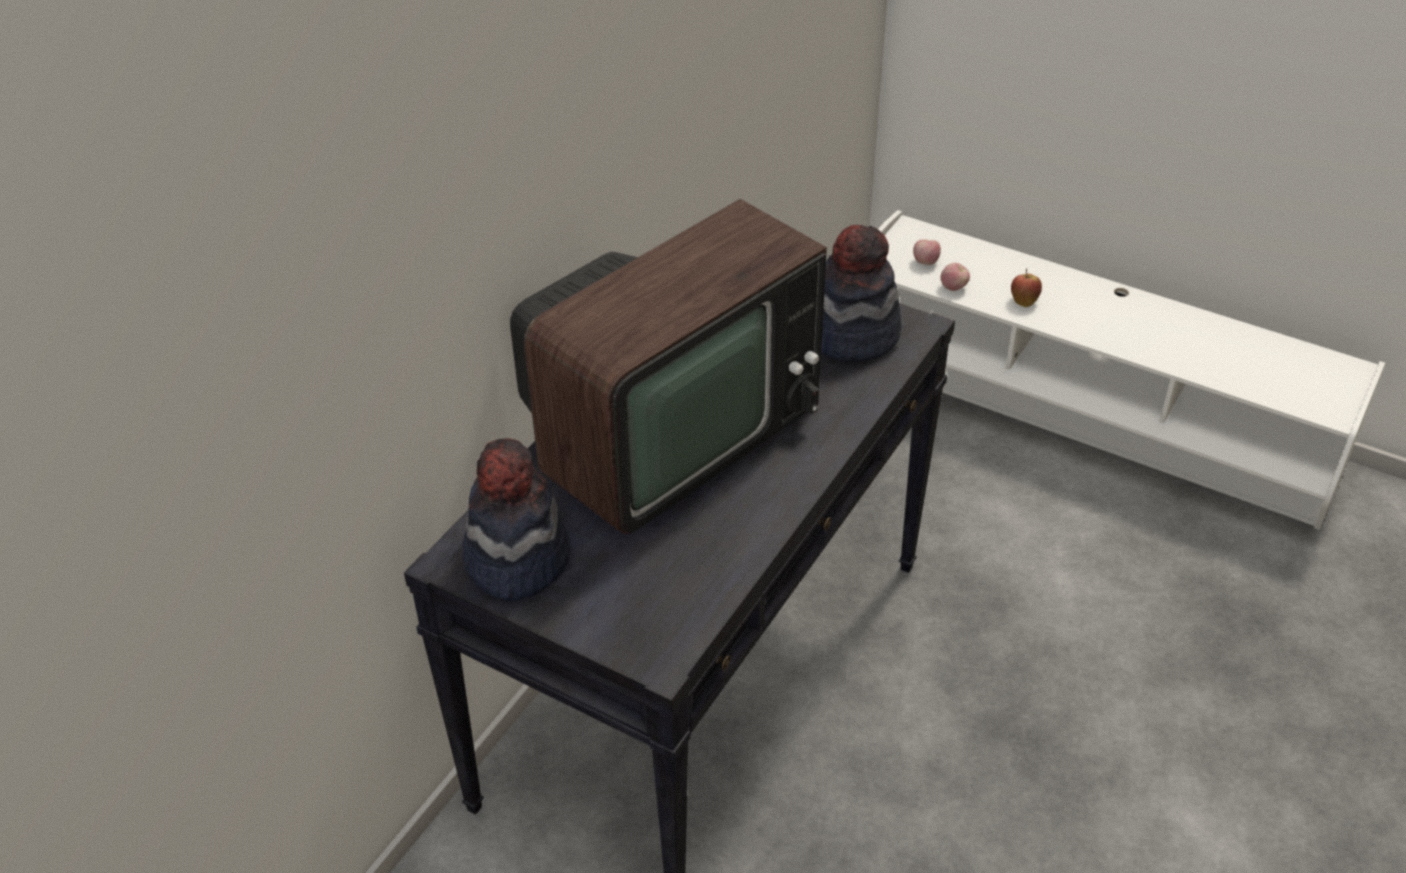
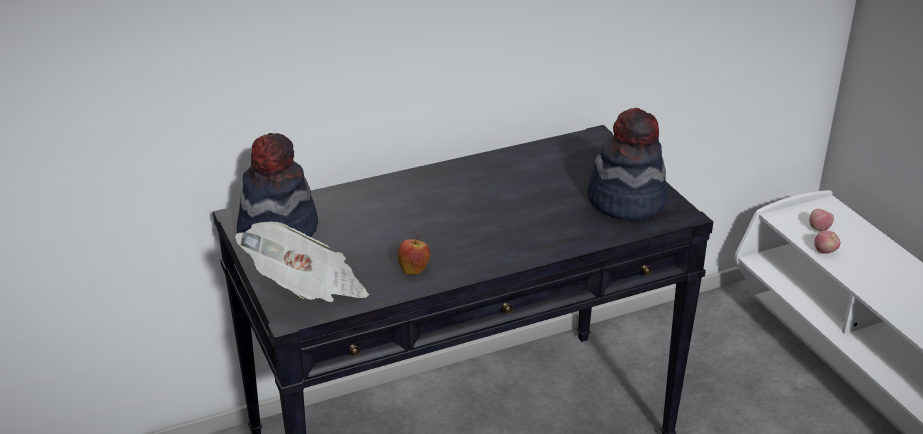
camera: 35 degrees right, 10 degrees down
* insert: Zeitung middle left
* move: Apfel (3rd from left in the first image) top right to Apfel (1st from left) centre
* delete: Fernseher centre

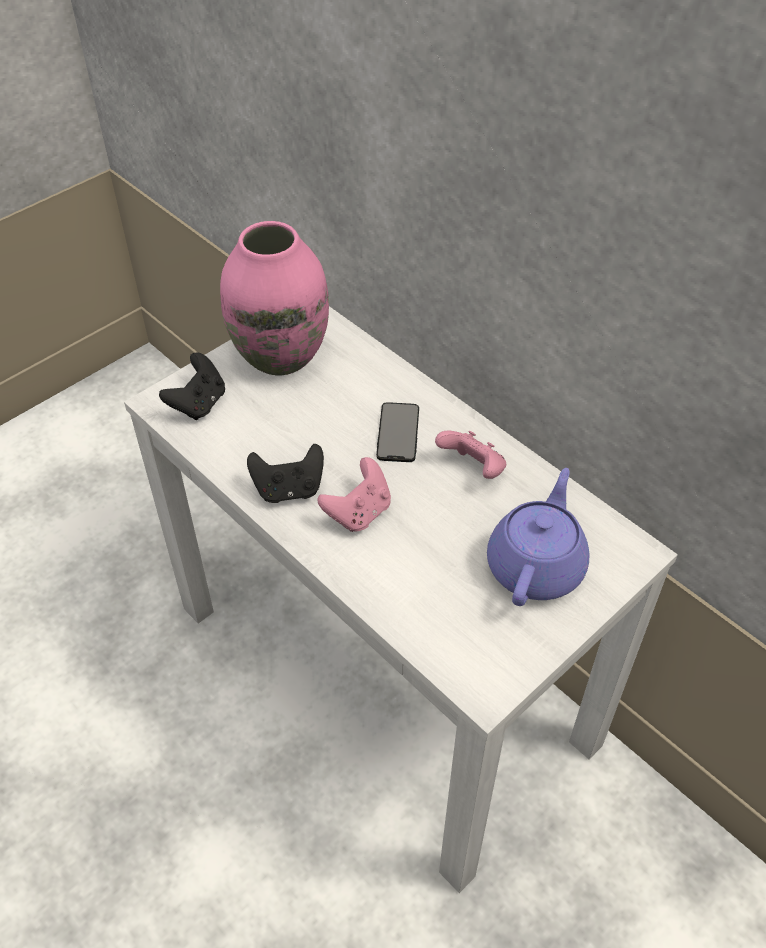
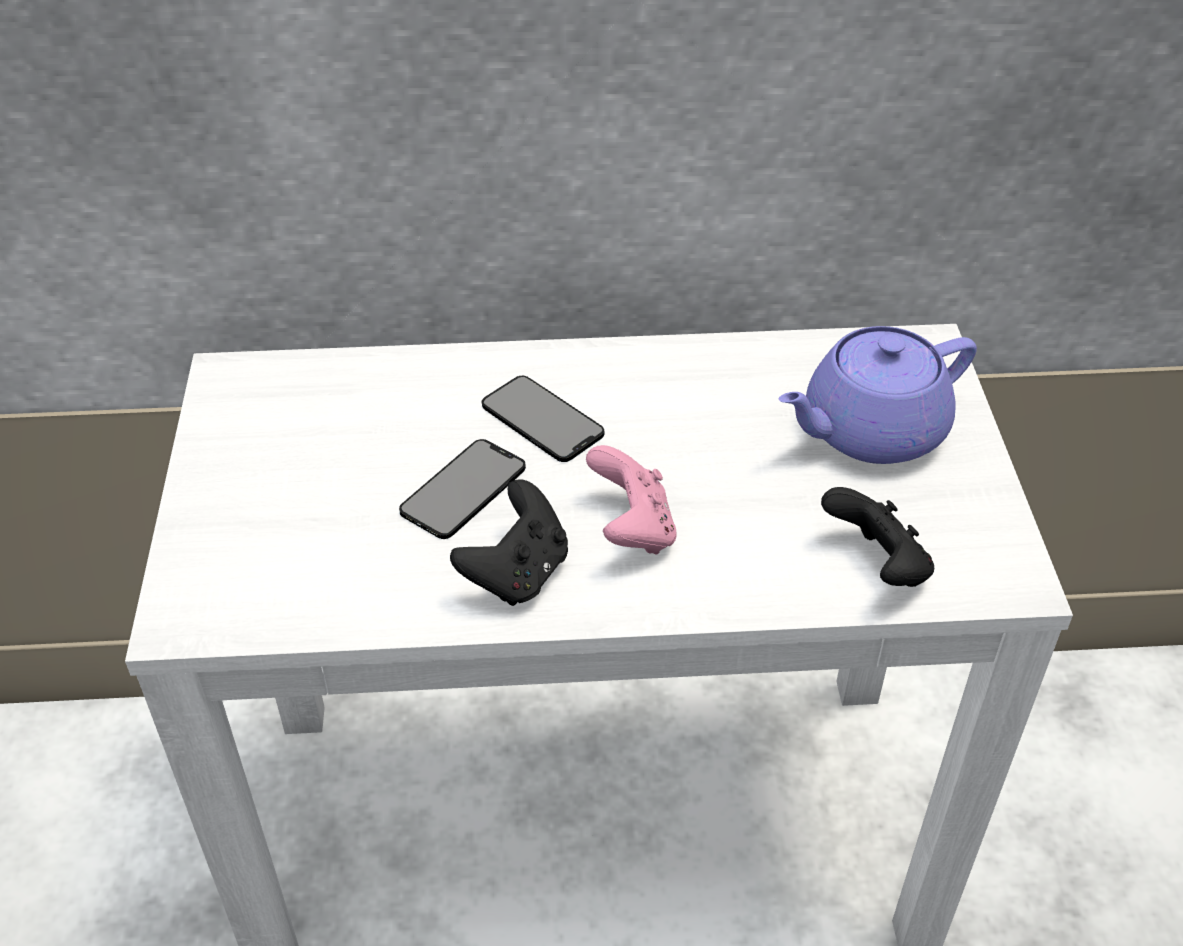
camera: 50 degrees left, 5 degrees down
* insert: Handy (1st from left) centre
* rotate: Teekanne (lila) middle right = middle right 90 degrees counterclockwise
* move: Gamepad (schwarz) (1st from left in the first image) middle left to Gamepad (schwarz) (2nd from left) middle right
* delete: Vase (rosa) top centre
* delete: Gamepad (rosa) (2nd from left) centre

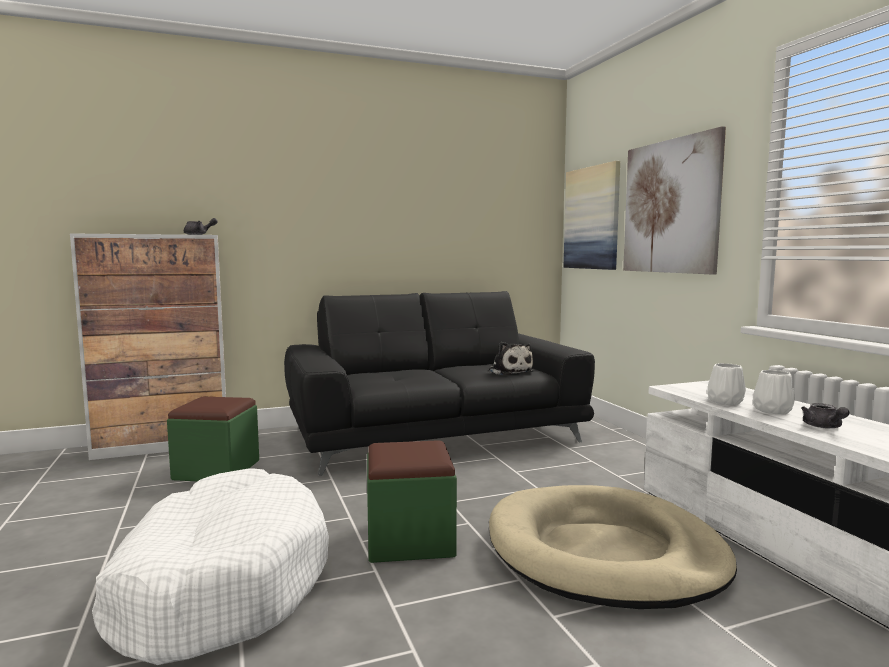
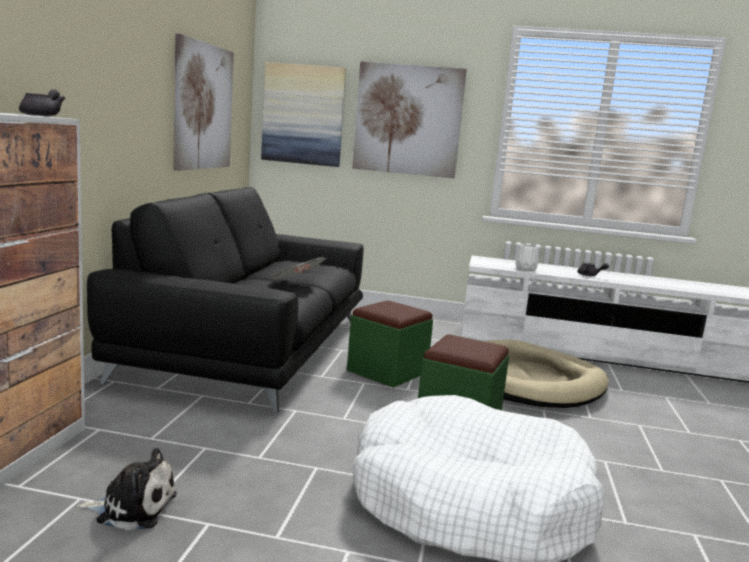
camera: 60 degrees left, 5 degrees up
* move: Plüschtier centre to bottom left
* insert: Bild (1st from left) top left
* insert: Zeitung centre
* move: Polsterhocker (grün) (1st from left) middle left to centre
* delete: Vase (weiß) (2nd from left) middle right

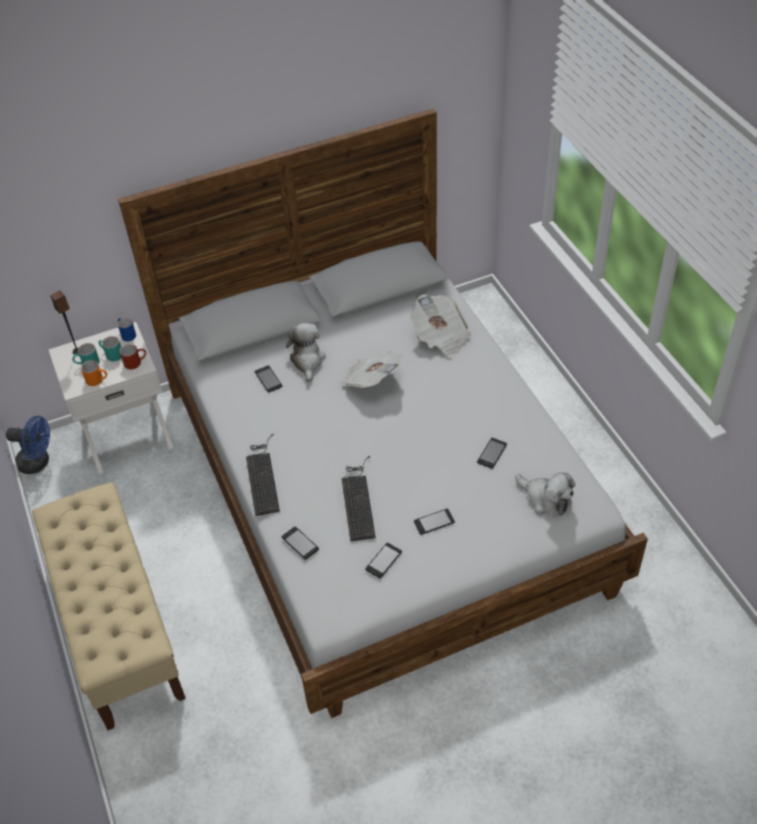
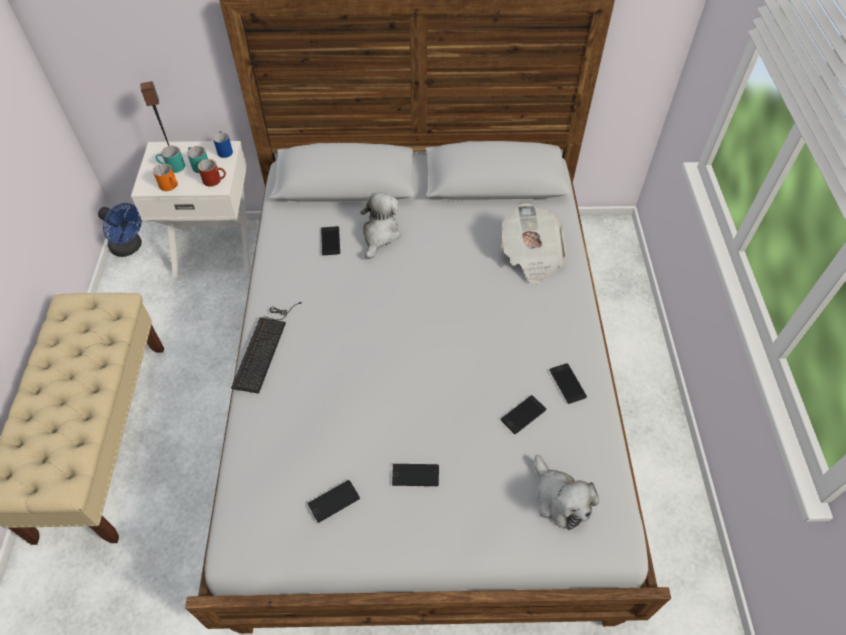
camera: 20 degrees right, 5 degrees up
* move: Handy (2nd from left in the first image) centre to Handy (5th from left) middle right
* delete: Zeitung (1st from left) centre
* delete: Tastatur (2nd from left) centre

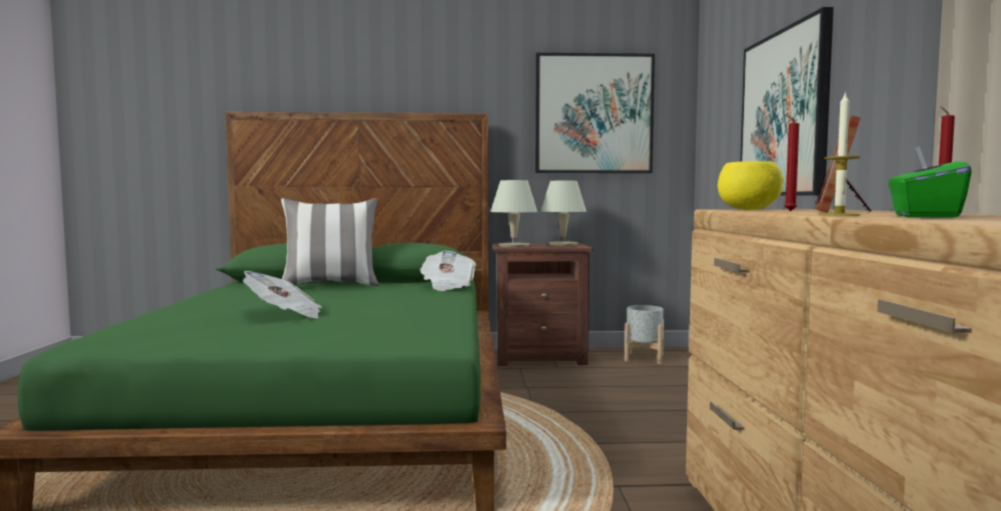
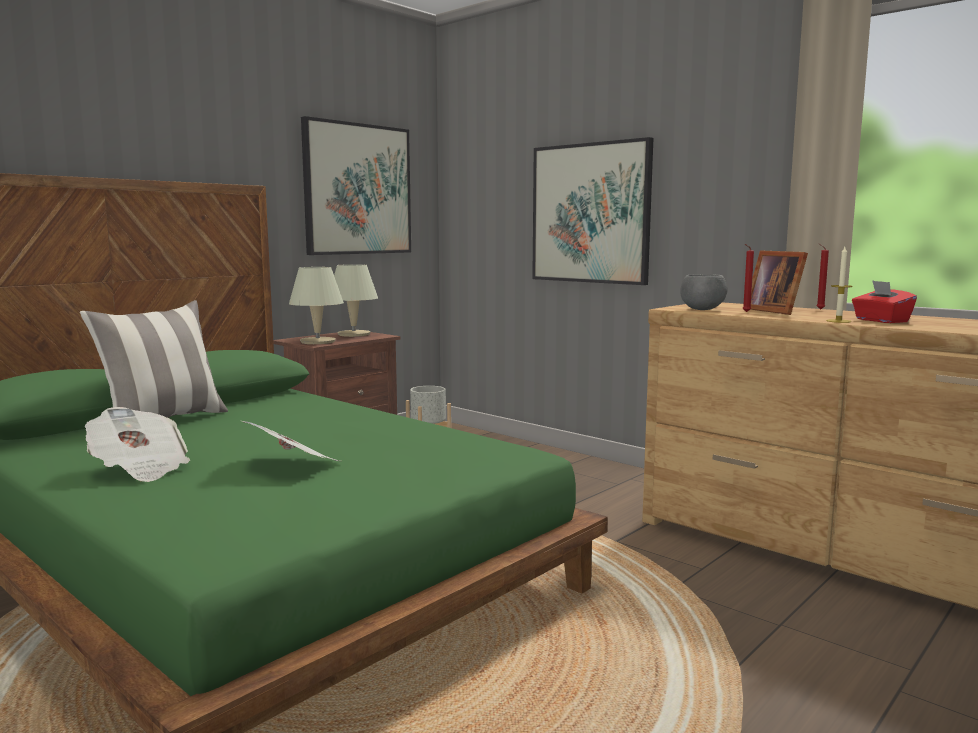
camera: 45 degrees left, 5 degrees up
* move: Zeitung (2nd from left in the first image) centre to Zeitung (1st from left) middle left
* recolor: Schüssel (gelb) middle right to Schüssel (grau) middle right
* recolor: Taschentuchbox (grün) middle right to Taschentuchbox (rot) middle right

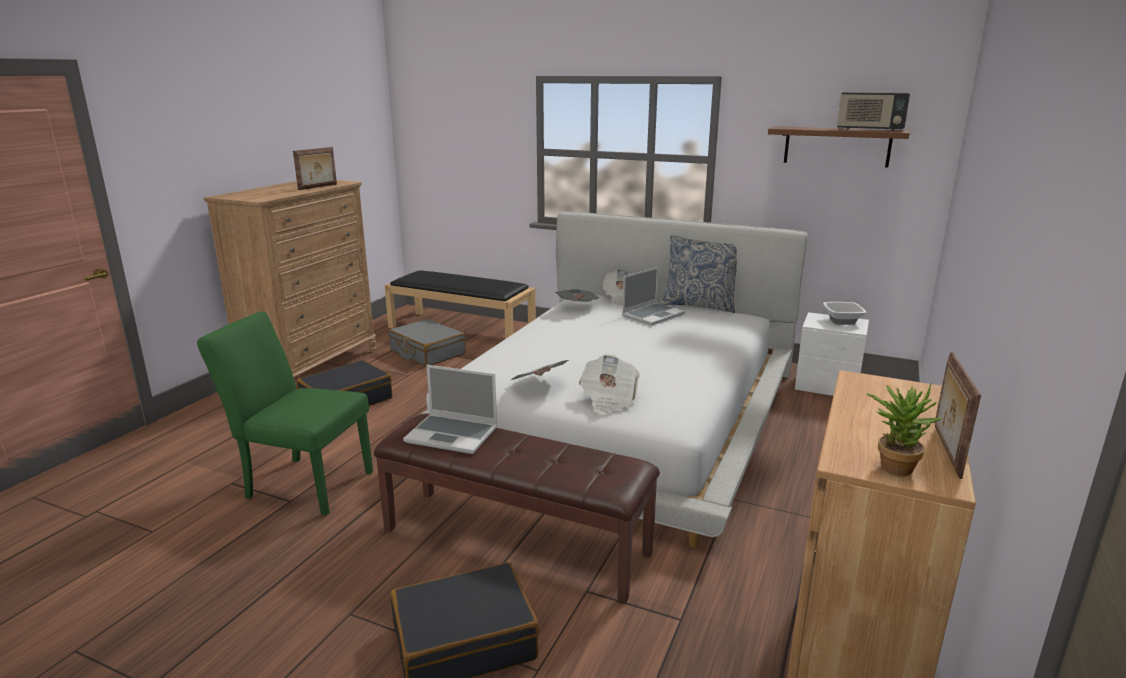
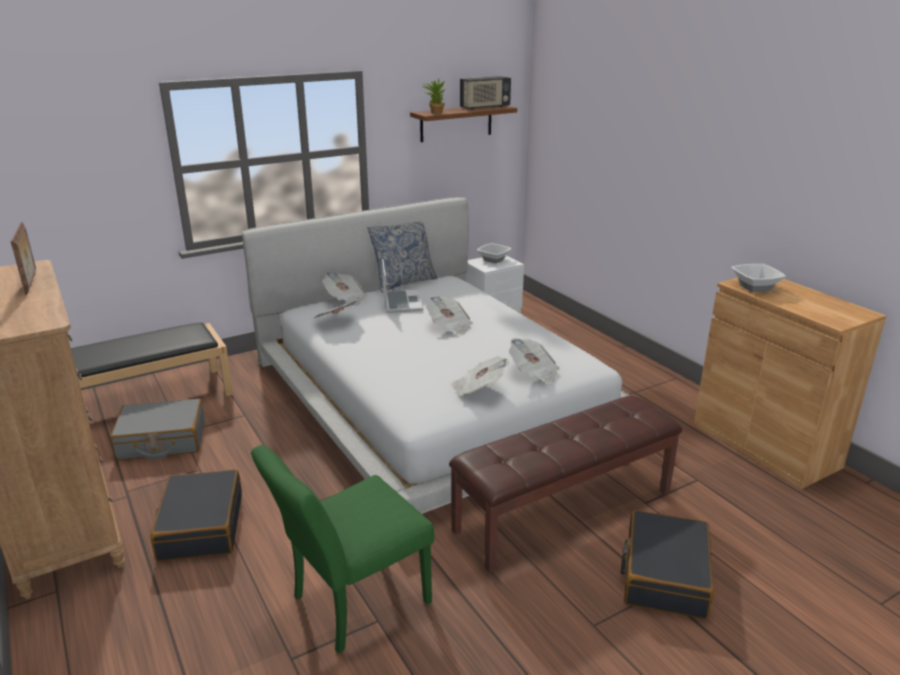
camera: 55 degrees left, 5 degrees up
* move: Topfpflanze middle right to top centre
* insert: Zeitung (3rd from left) centre
* insert: Schüssel (2nd from left) middle right
* delete: Laptop (1st from left) centre
* delete: Bilderrahmen (2nd from left) middle right

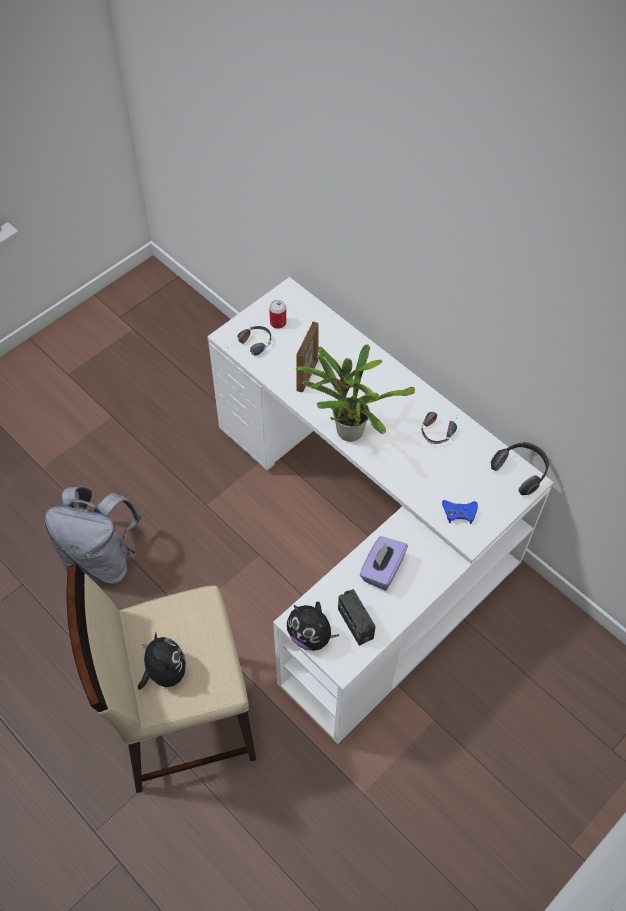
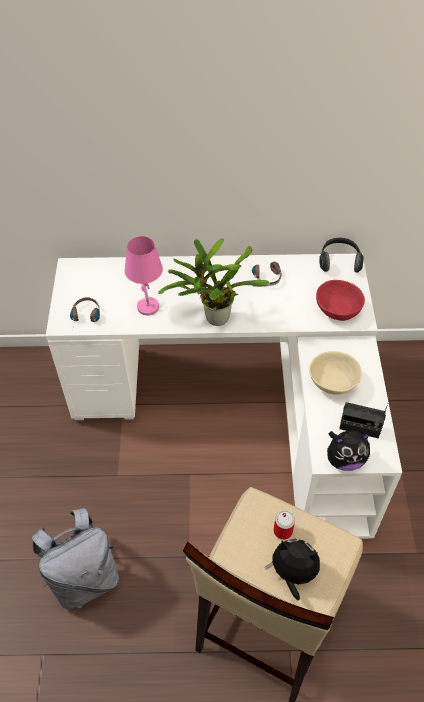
camera: 45 degrees left, 5 degrees down
* replace: Bilderrahmen centre to Tischlampe (rosa) centre
* move: Dose centre to bottom right
* replace: Taschentuchbox (lila) centre to Schüssel (beige) middle right
* replace: Gamepad (blau) middle right to Schüssel (rot) middle right

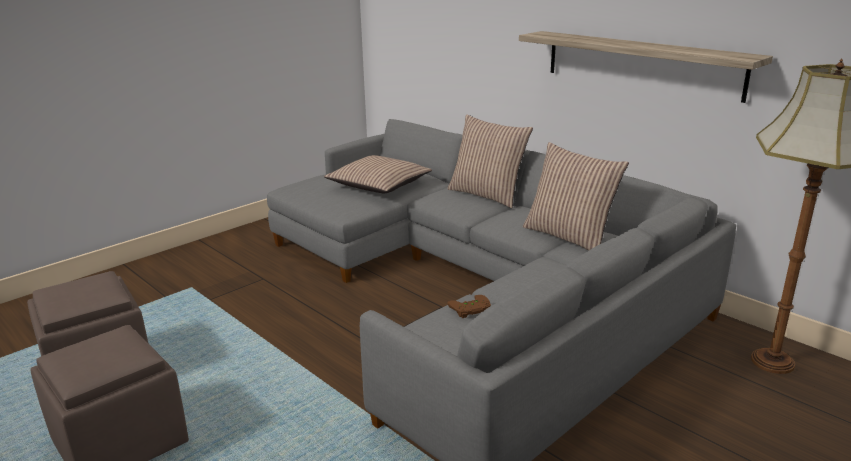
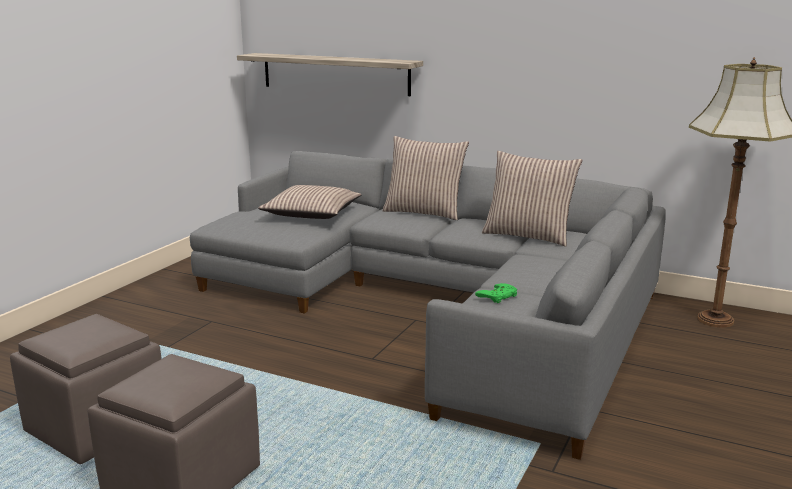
camera: 20 degrees left, 5 degrees down
* move: Wandregal top right to top centre
* recolor: Gamepad (braun) centre to Gamepad (grün) centre

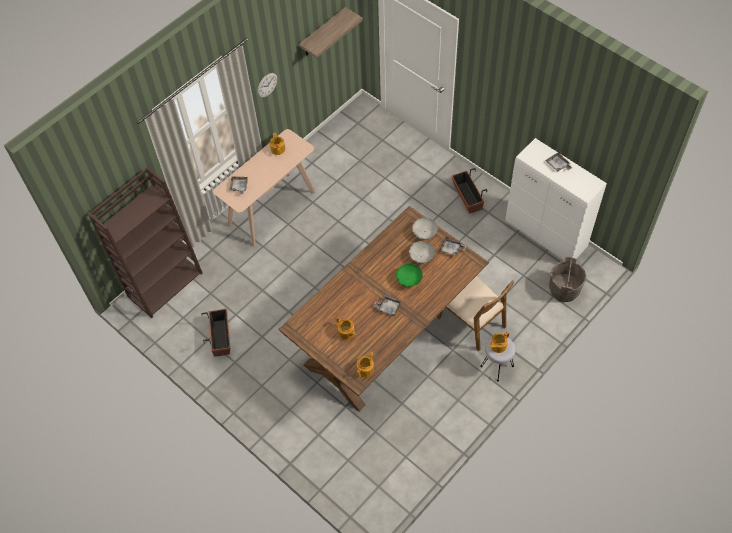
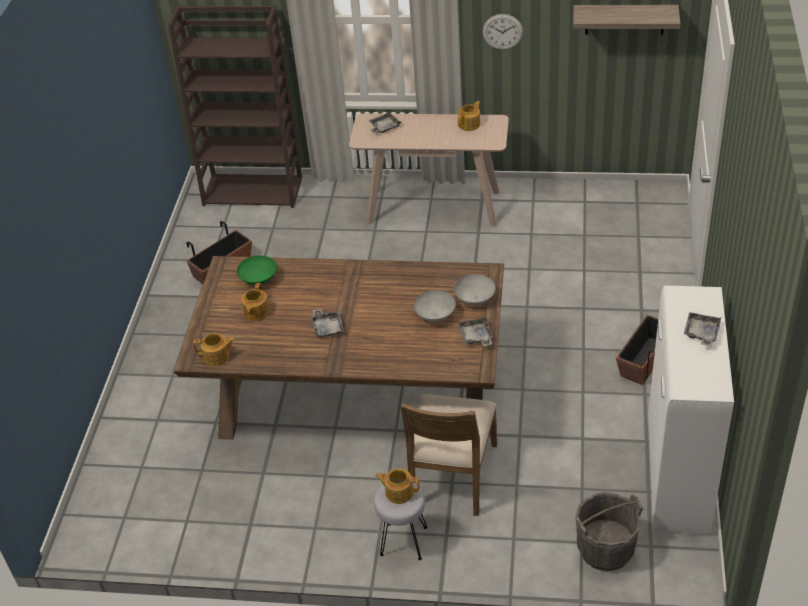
camera: 55 degrees right, 15 degrees down
* move: Schüssel (grün) centre to middle left

